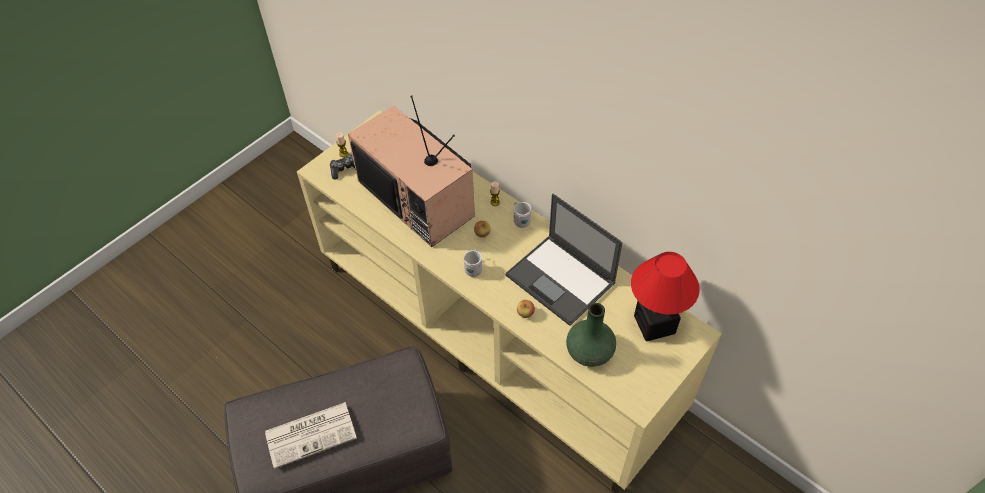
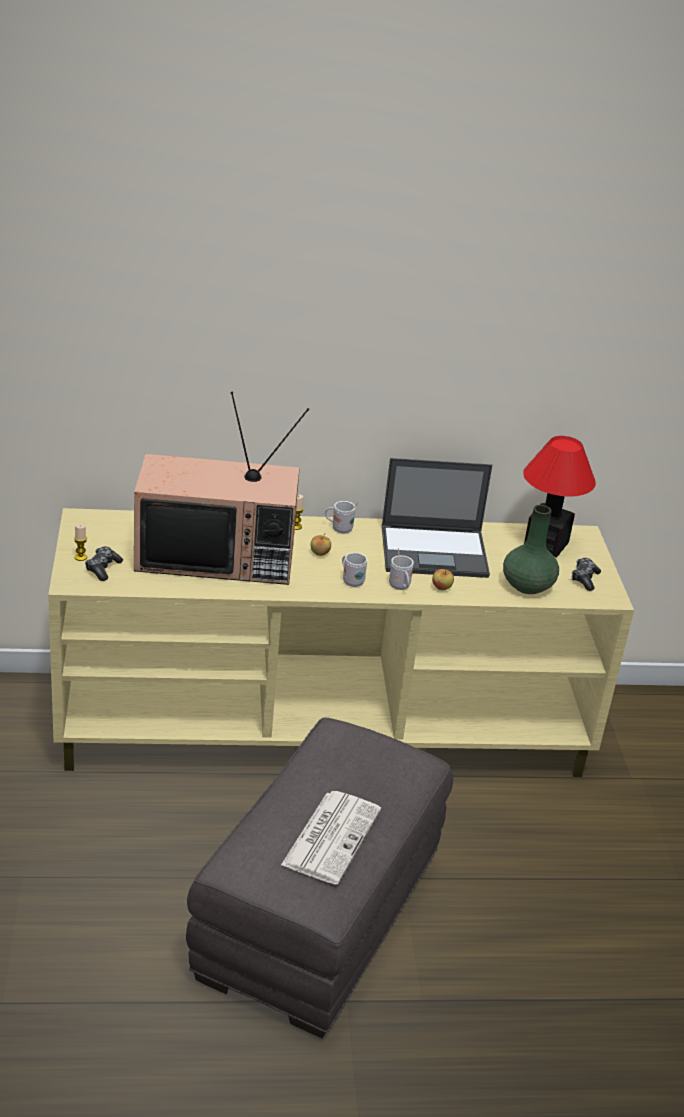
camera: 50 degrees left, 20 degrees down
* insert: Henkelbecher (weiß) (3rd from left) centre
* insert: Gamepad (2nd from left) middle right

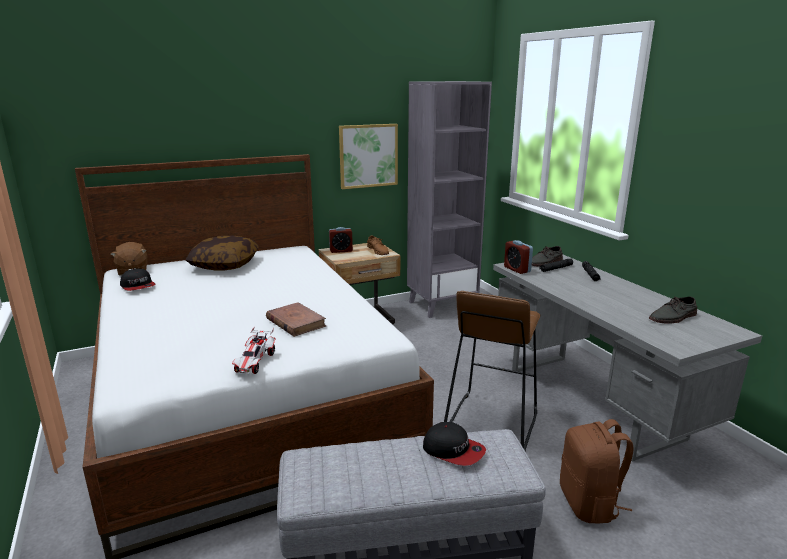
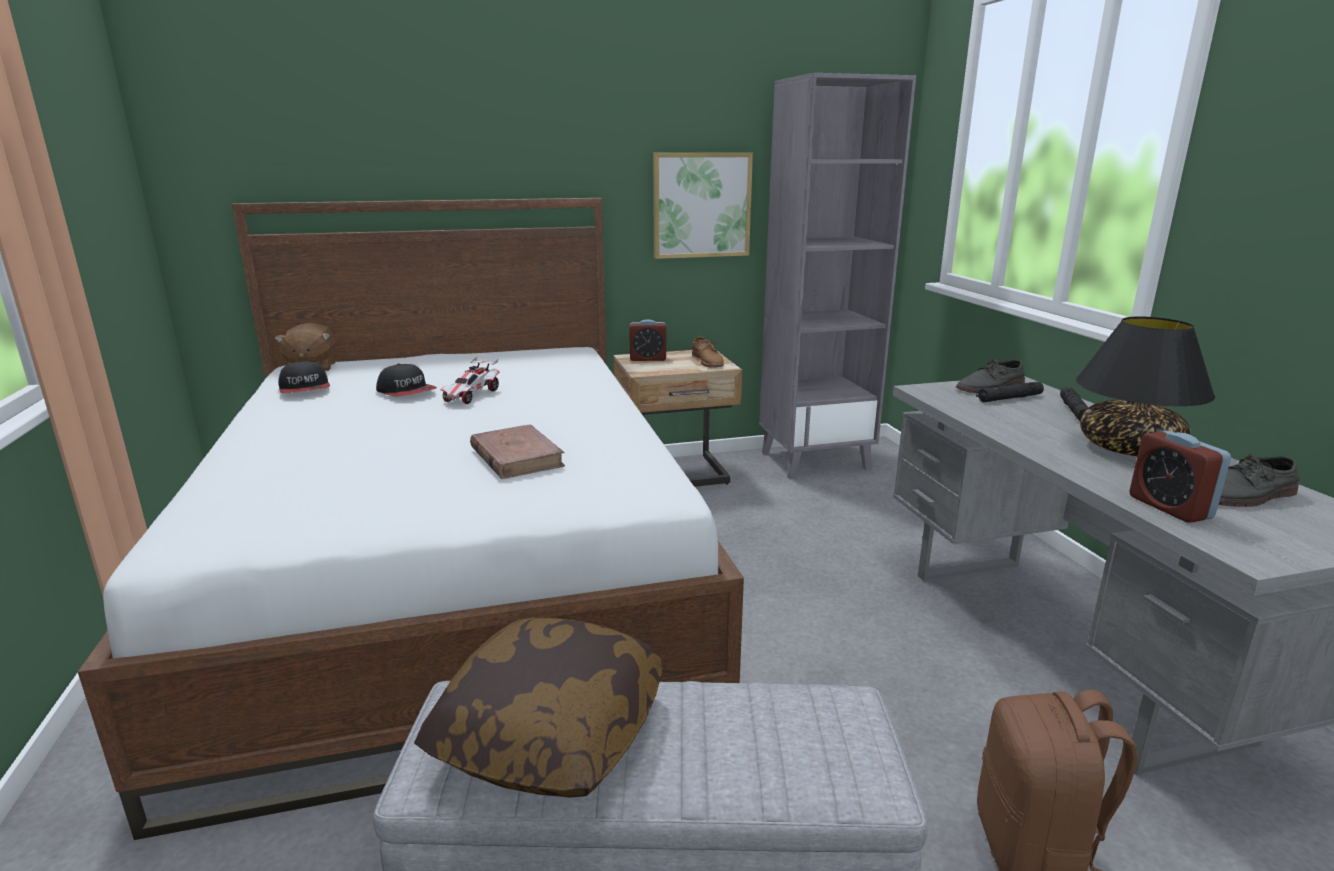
camera: 10 degrees right, 0 degrees up
* move: Kappe (2nd from left) bottom centre to middle left
* move: Kissen middle left to bottom centre
* move: Spielzeugauto middle left to centre
* insert: Tischlampe (schwarz) middle right
* move: Wecker (2nd from left) centre to middle right
* delete: Hocker (braun) centre

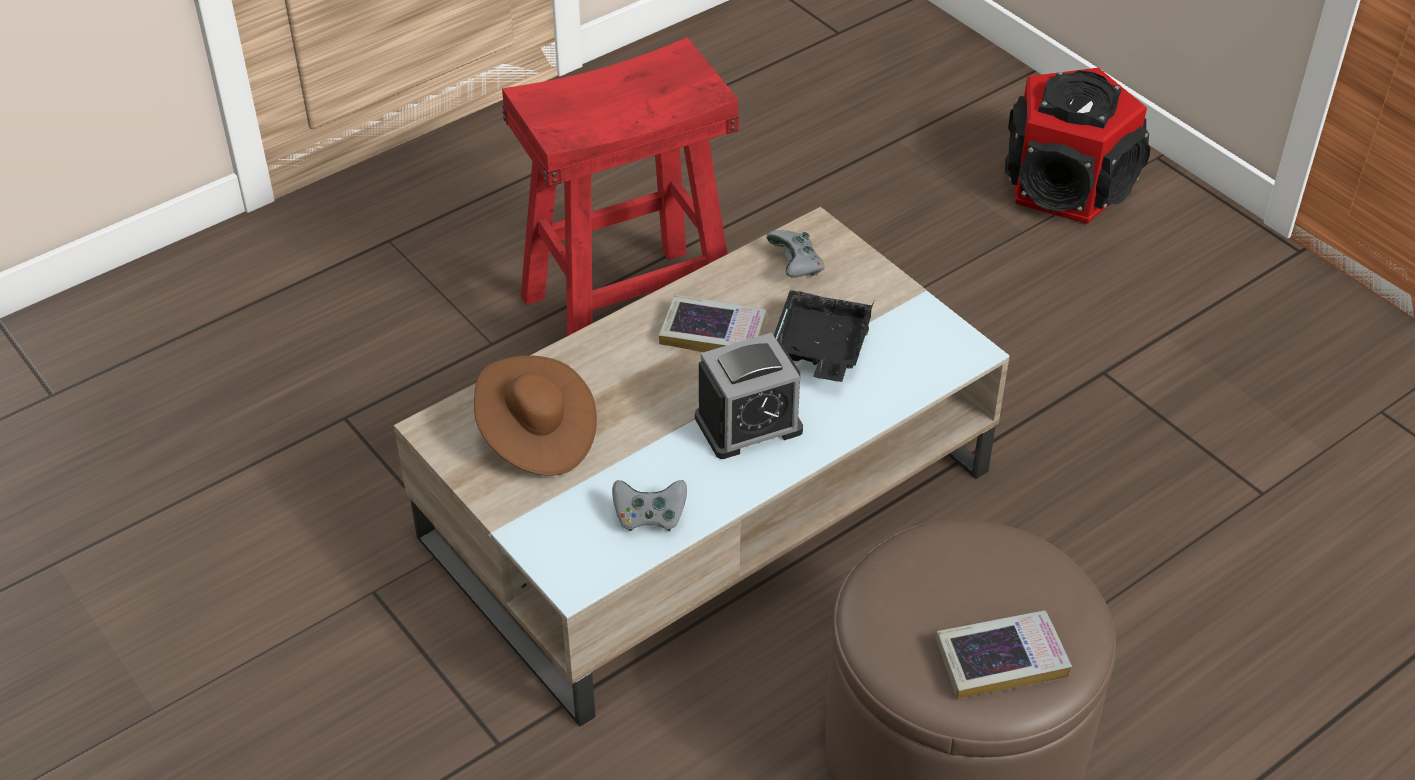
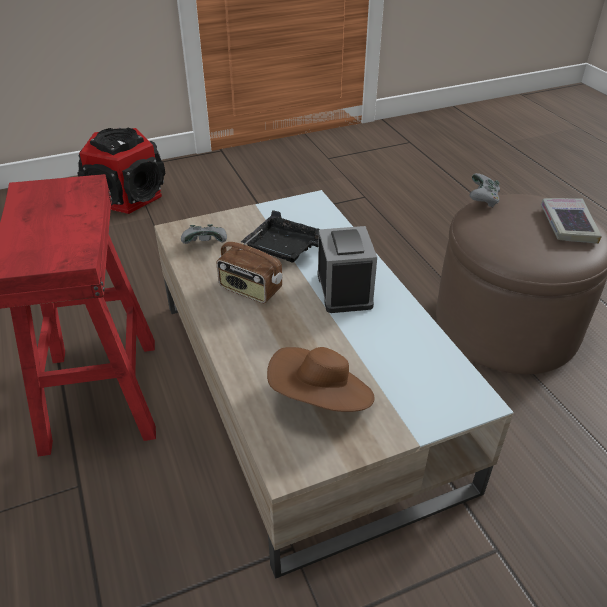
camera: 75 degrees left, 5 degrees down
* replace: Buch (1st from left) centre to Radio centre
* move: Gamepad (grau) (1st from left in the first image) centre to Gamepad (grau) (2nd from left) top right

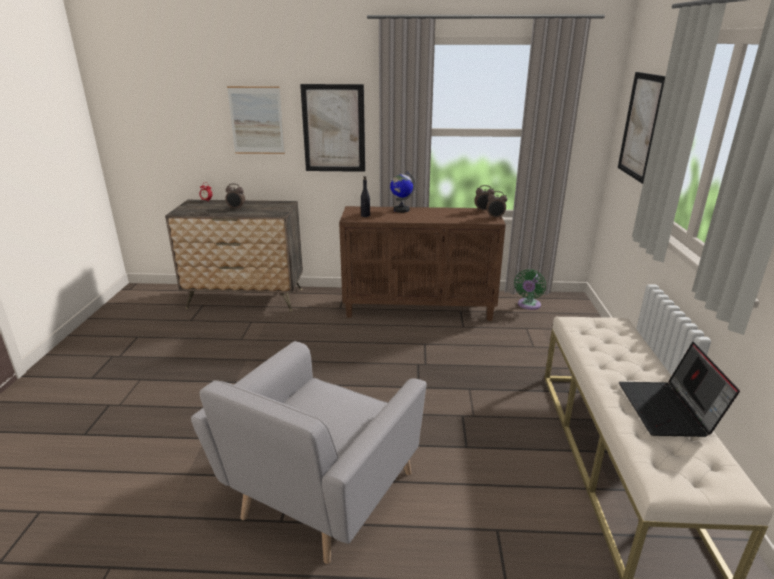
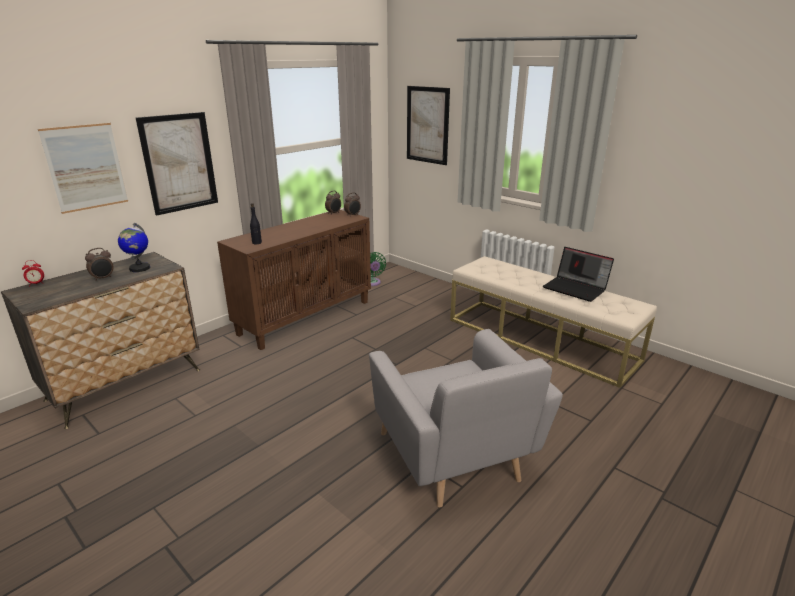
camera: 50 degrees left, 0 degrees up
* move: Globus top centre to middle left

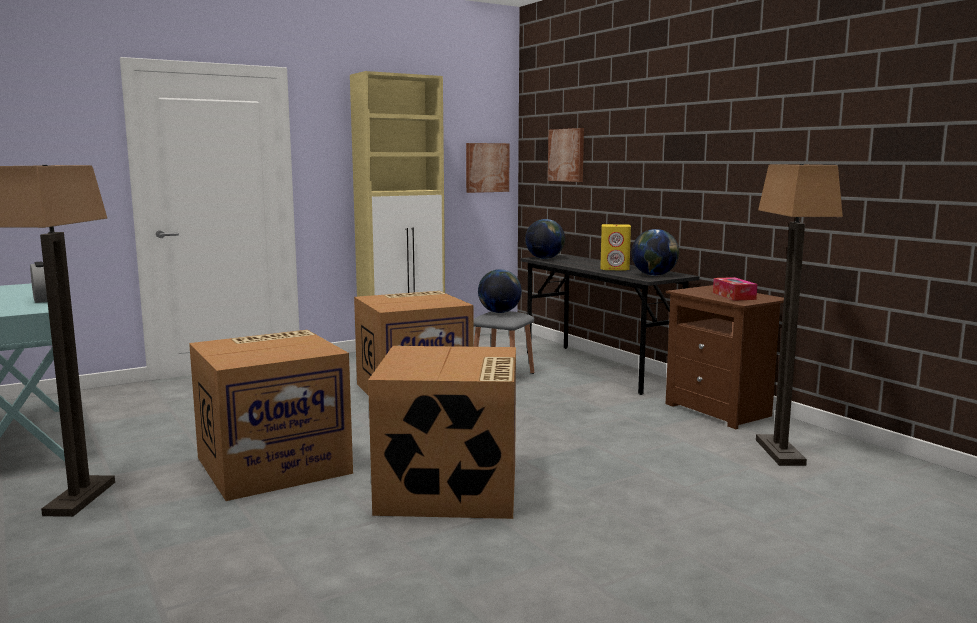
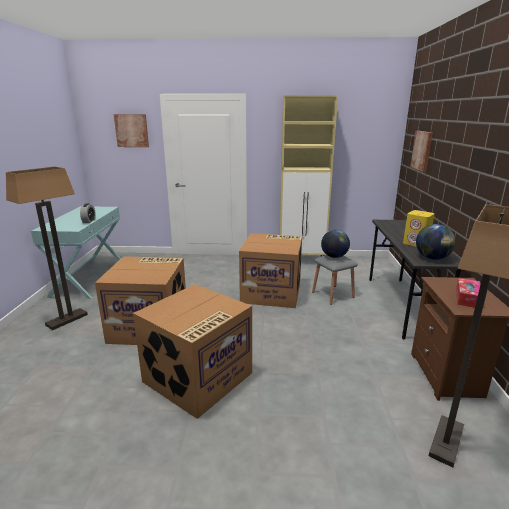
camera: 35 degrees right, 10 degrees up
* move: Bild (1st from left) top centre to top left
* delete: Globus (2nd from left) centre

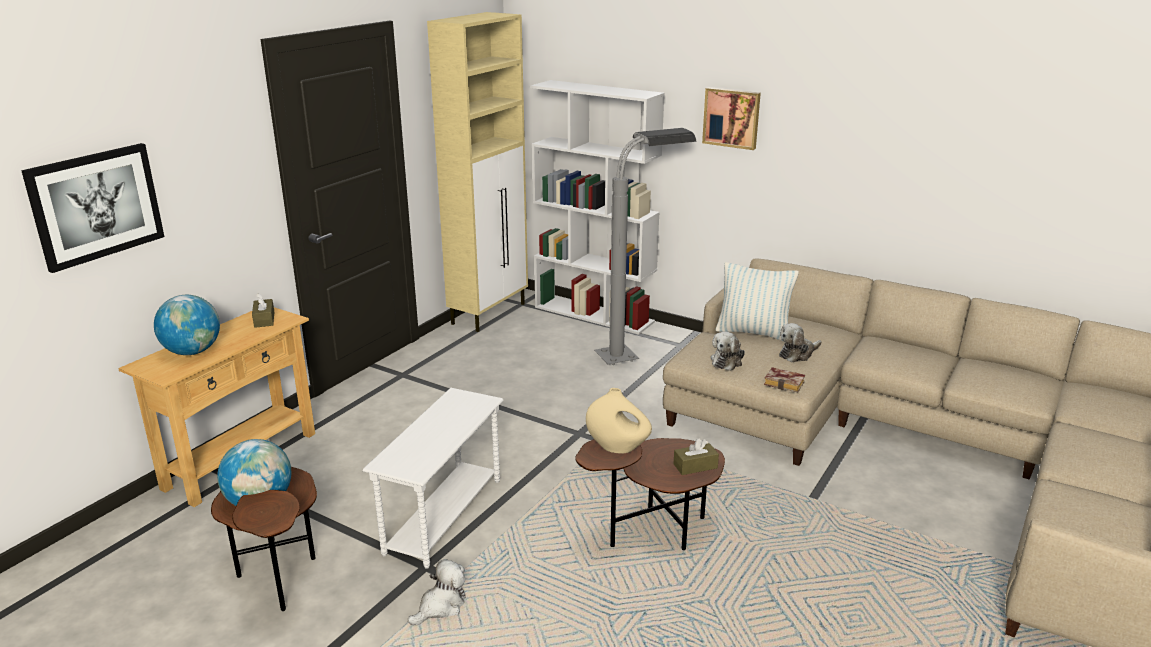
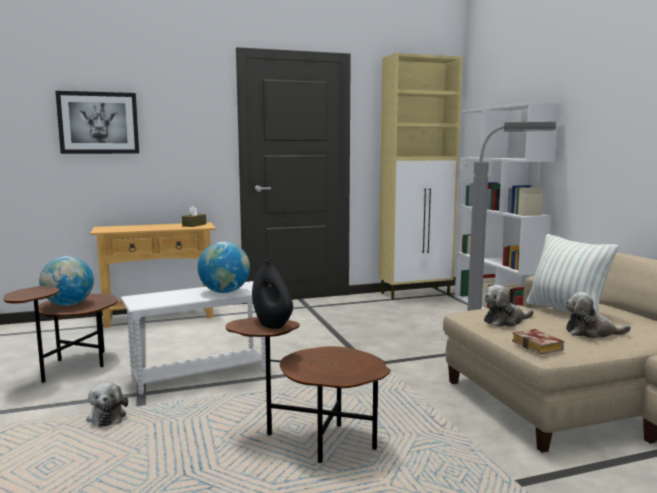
camera: 40 degrees right, 15 degrees down
* rotate: Plüschtier (1st from left) bottom centre = bottom left 75 degrees clockwise
* move: Globus (1st from left in the first image) middle left to Globus (2nd from left) centre
* recolor: Vase (beige) centre to Vase (schwarz) centre
* delete: Taschentuchbox (braun) (2nd from left) bottom centre
* delete: Bild (2nd from left) top centre

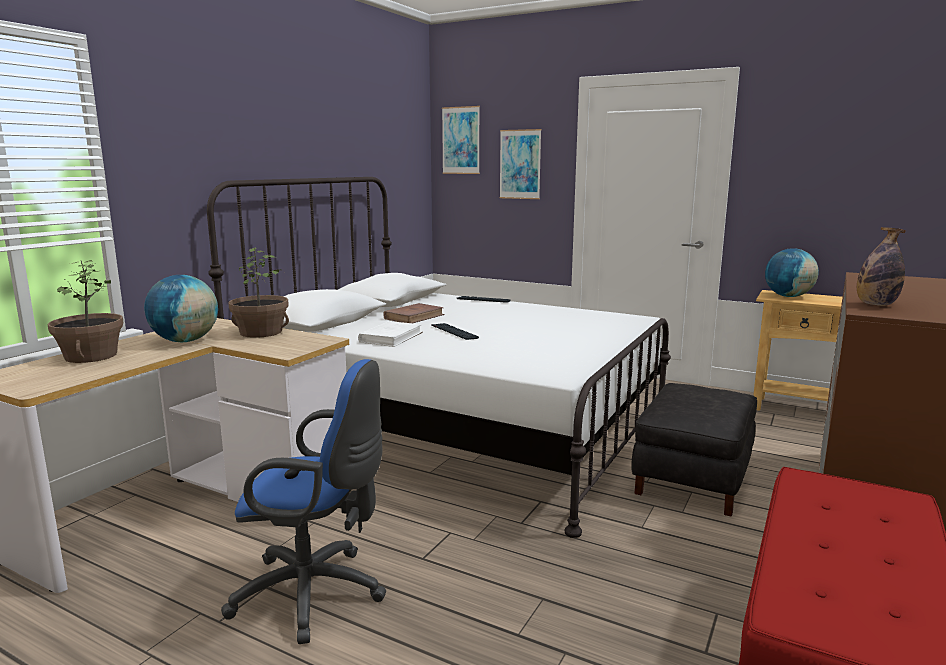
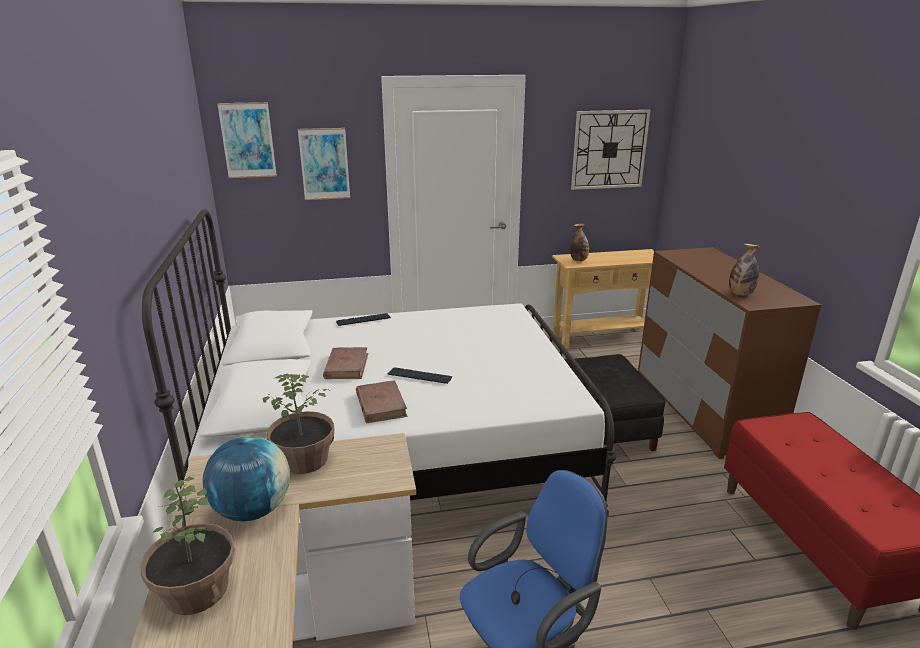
camera: 40 degrees left, 10 degrees up
* recolor: Buch (weiß) centre to Buch (braun) (2nd from left) centre
* replace: Globus (2nd from left) middle right to Flasche (1st from left) centre
* insert: Wanduhr top centre

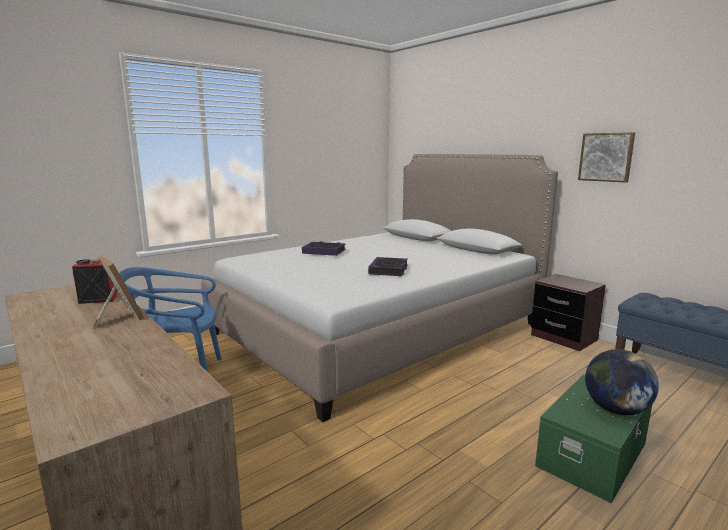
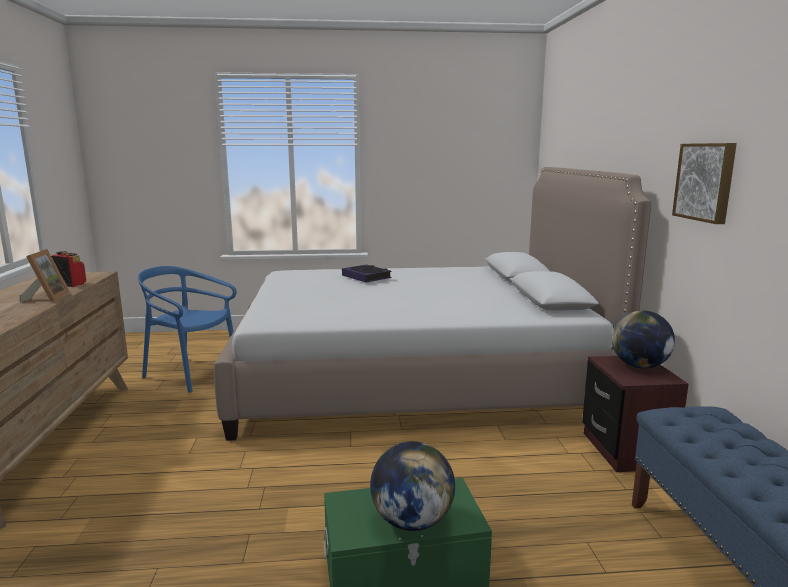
camera: 35 degrees right, 0 degrees up
* insert: Globus (2nd from left) middle right
* delete: Buch (2nd from left) centre

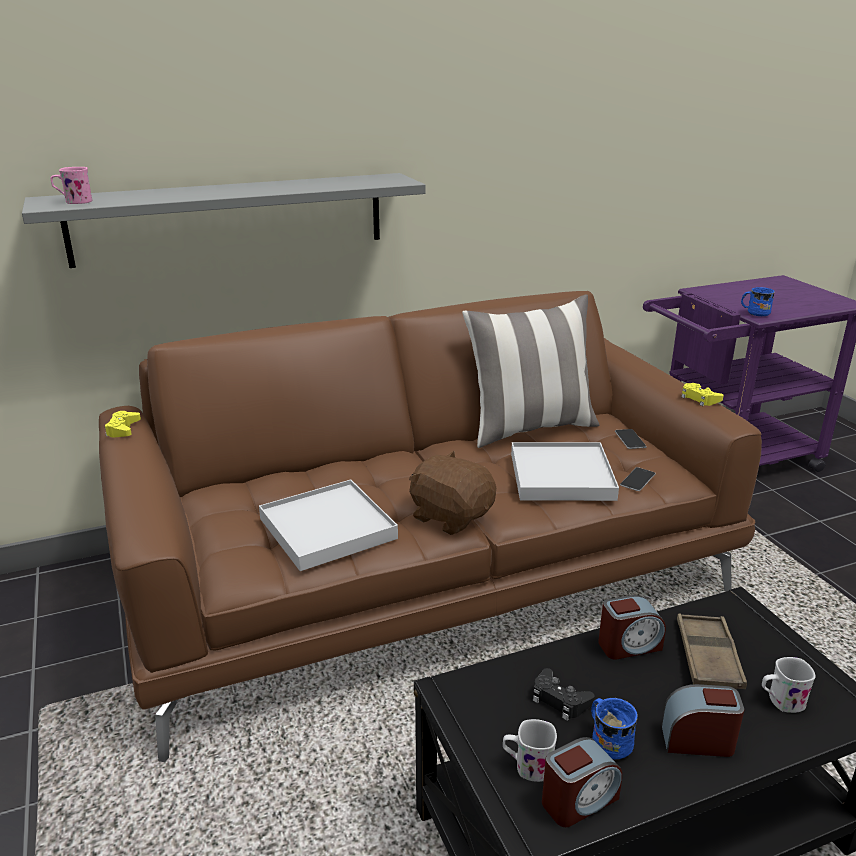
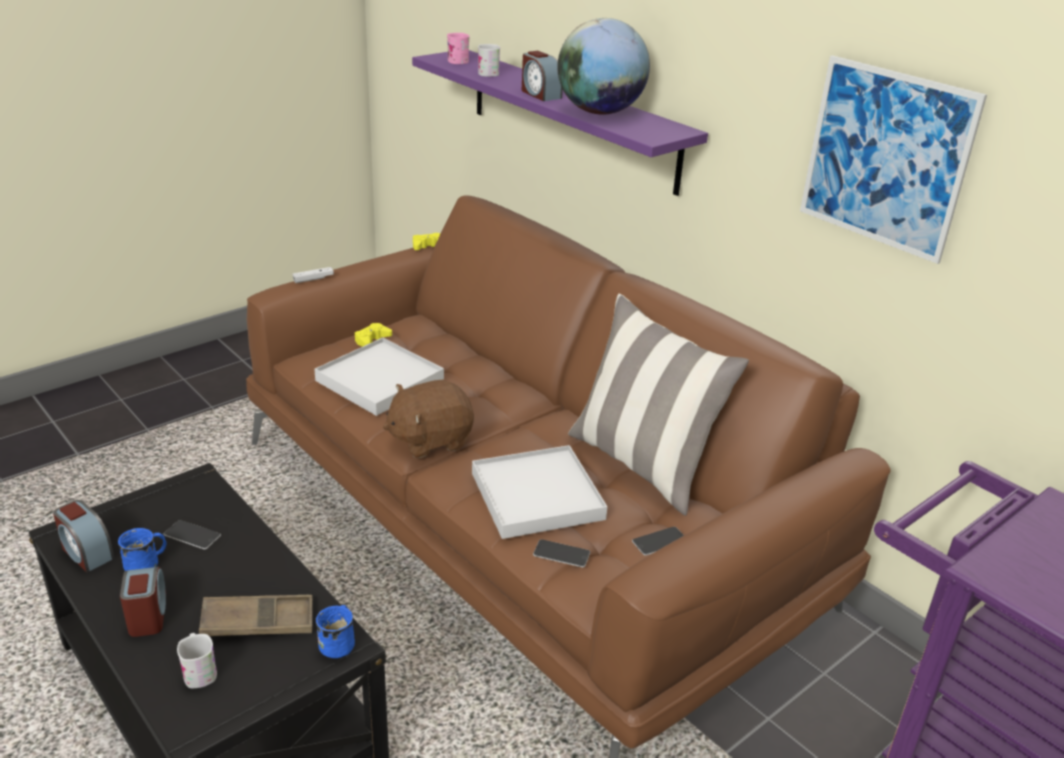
camera: 70 degrees right, 5 degrees up
* replace: Gamepad (schwarz) bottom centre to Handy (1st from left) bottom left
* insert: Gamepad (weiß) middle left
* move: Henkelbecher (blau) (2nd from left) middle right to bottom left
* move: Gamepad (gelb) (2nd from left in the first image) middle right to Gamepad (gelb) (1st from left) centre
* rotate: Plüschtier (braun) centre = centre 135 degrees counterclockwise
* recolor: Wandregal (grau) top left to Wandregal (lila) top centre
* move: Henkelbecher (weiß) (1st from left in the first image) bottom centre to Henkelbecher (weiß) (2nd from left) top centre
* move: Wecker (2nd from left in the first image) bottom right to Wecker (3rd from left) top centre
* insert: Globus top centre
* insert: Bild top right

